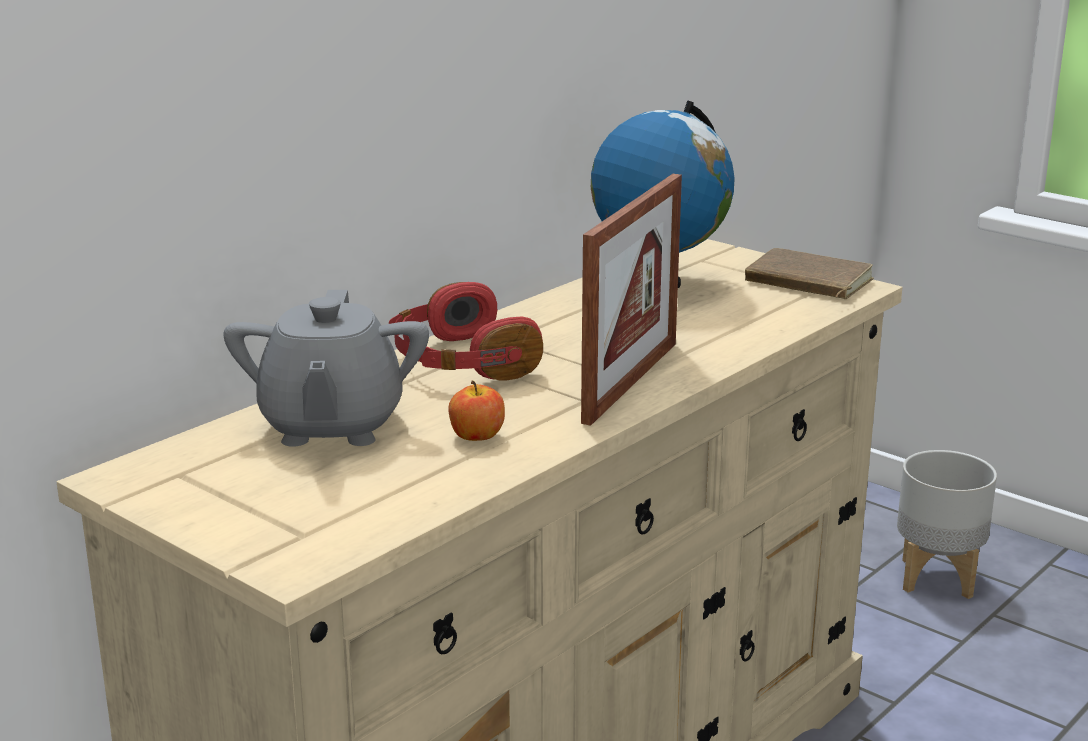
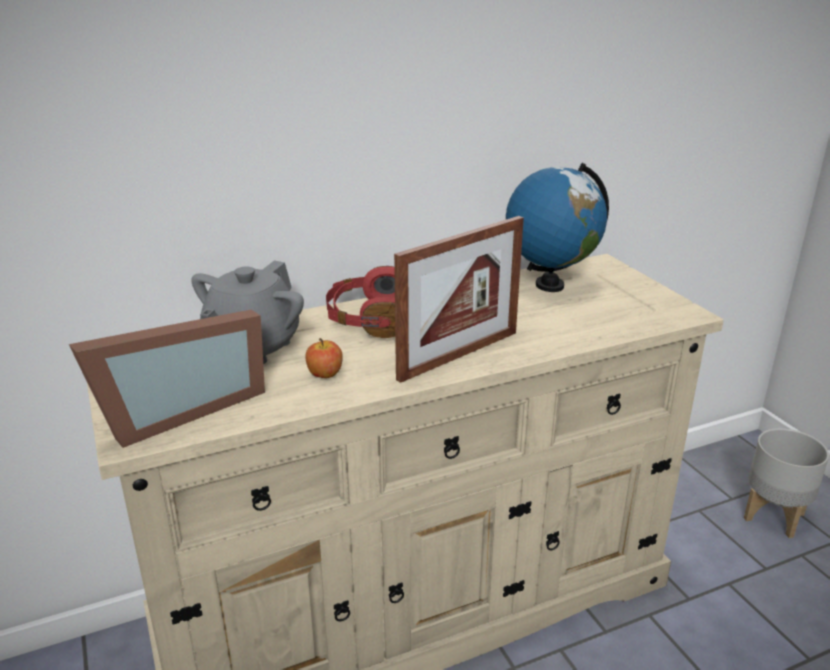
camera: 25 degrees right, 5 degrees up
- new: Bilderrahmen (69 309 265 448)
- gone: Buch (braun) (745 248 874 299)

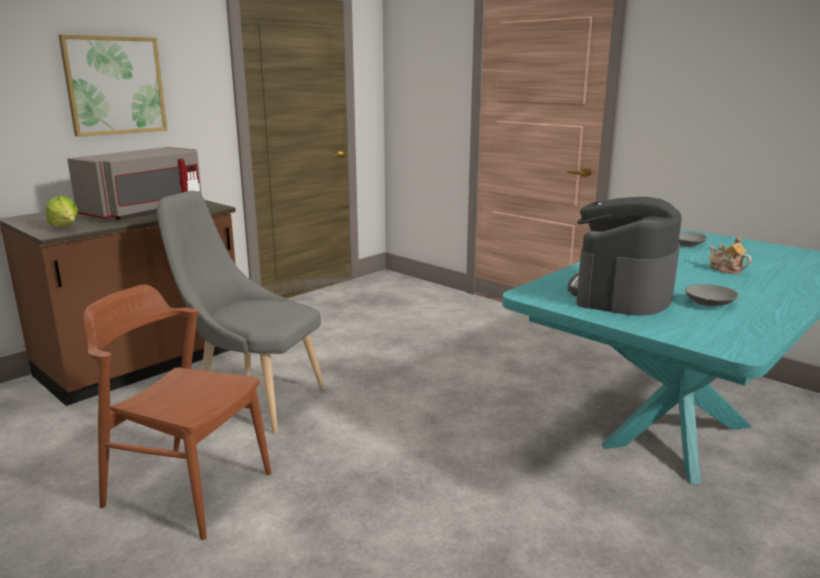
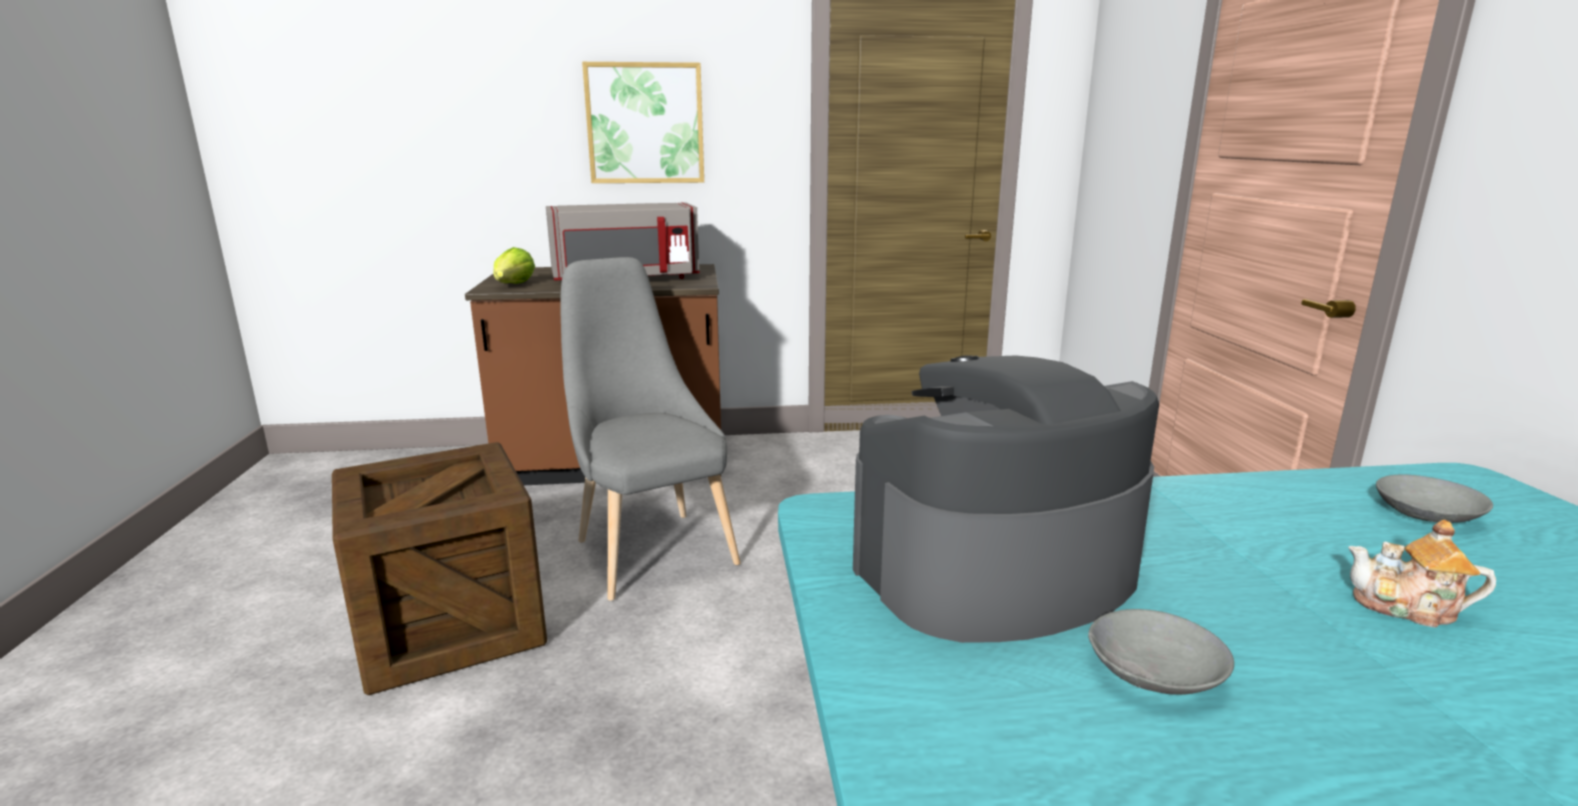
camera: 40 degrees right, 0 degrees up
- swapped: Stuhl (braun) (84 285 271 540) to Kiste (332 442 547 695)
- rotated: Teekanne (709 237 751 274) = (1348 520 1496 627) 75 degrees counterclockwise

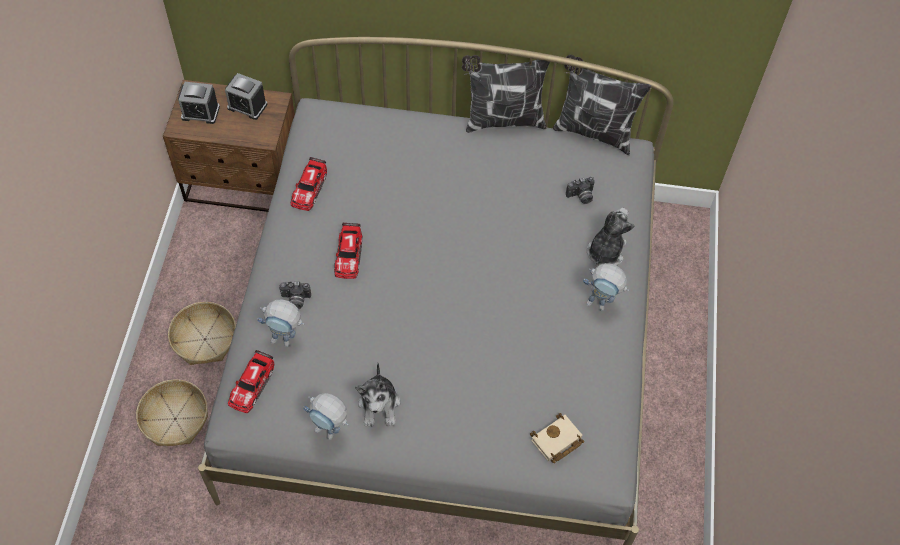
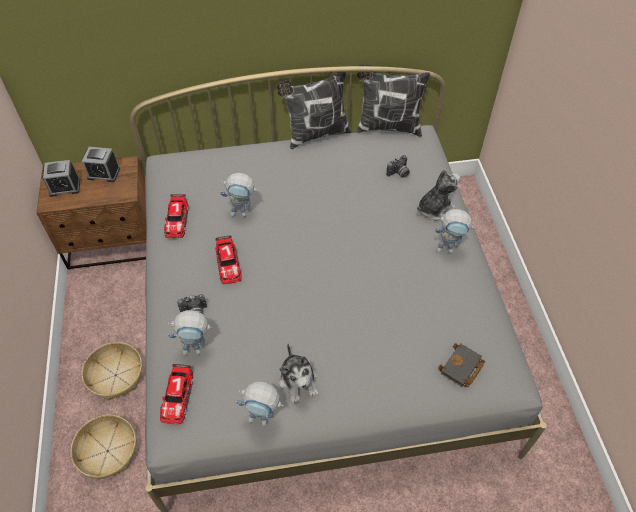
camera: 15 degrees left, 5 degrees down
- new: Spielzeugroboter (220 173 258 217)
- rotated: Plüschtier (587 208 635 267) = (417 169 460 221) 45 degrees clockwise
- repainted: Buch (beige) (530 413 584 463) to Buch (schwarz) (438 343 485 387)

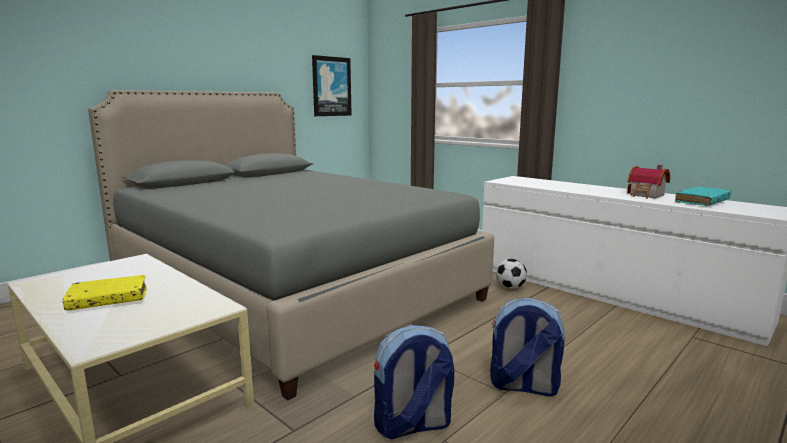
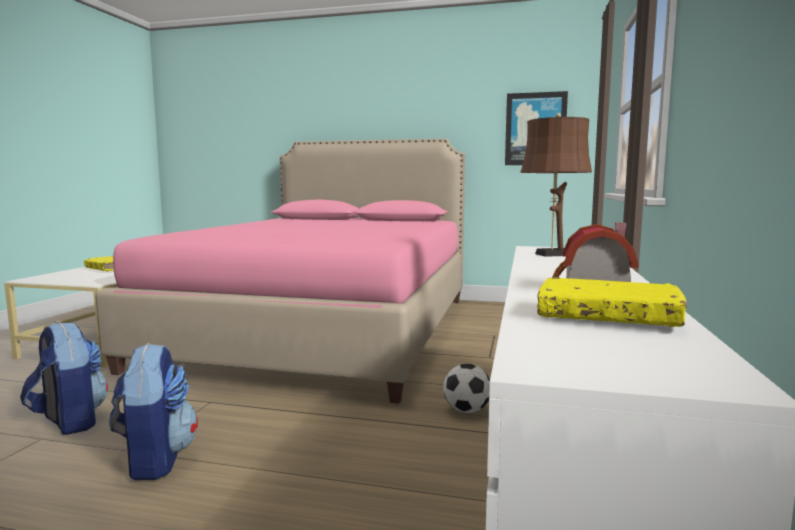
camera: 60 degrees right, 5 degrees down
- repainted: Bett (grau) (88 90 494 400) to Bett (rosa) (95 139 465 404)
- new: Tischlampe (braun) (520 113 592 257)
- repainted: Buch (türkis) (675 186 731 206) to Buch (gelb) (537 277 687 327)

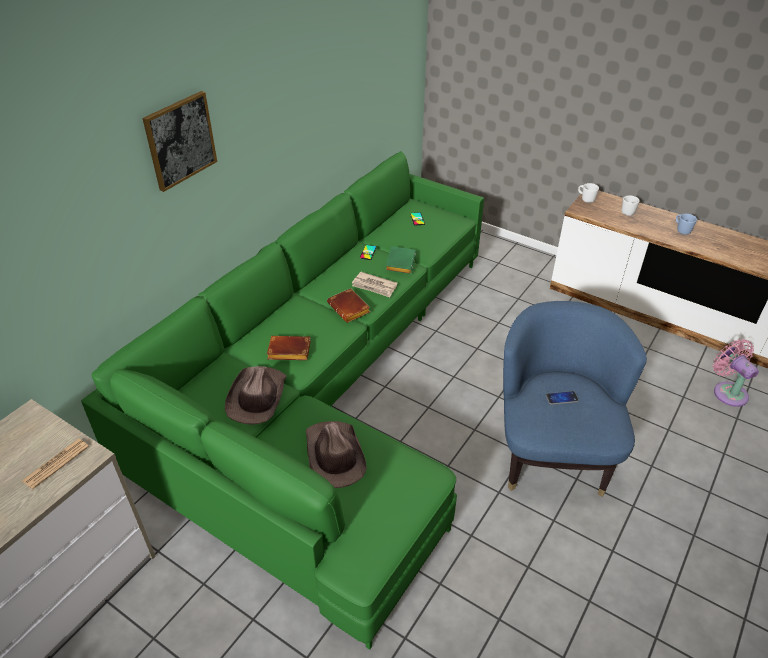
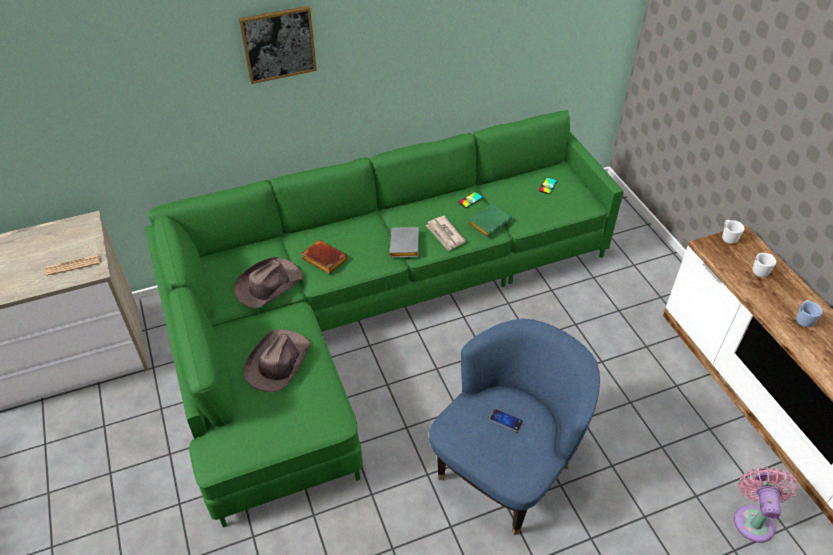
camera: 35 degrees right, 5 degrees up
- repainted: Buch (braun) (327 288 370 323) to Buch (grau) (389 227 419 257)

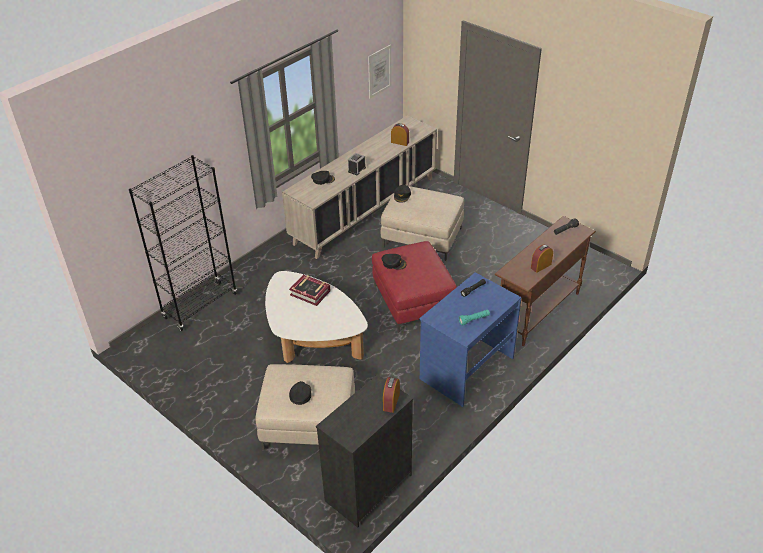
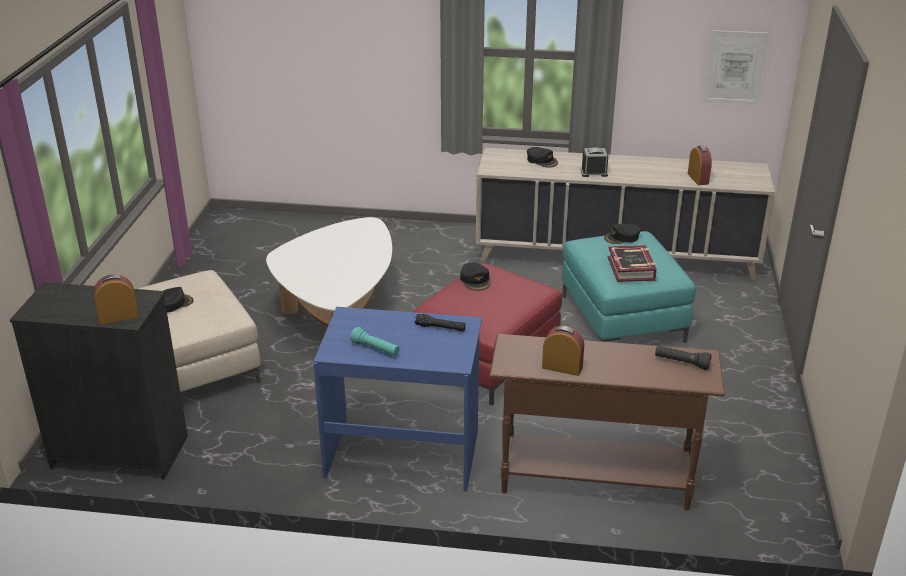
camera: 55 degrees right, 10 degrees down
- repainted: Polsterhocker (beige) (381 185 464 261) to Polsterhocker (türkis) (562 231 696 343)
- shifted: Buch (289 274 331 306) to (608 245 657 282)
- gone: Bücherregal (schwarz) (129 155 237 331)

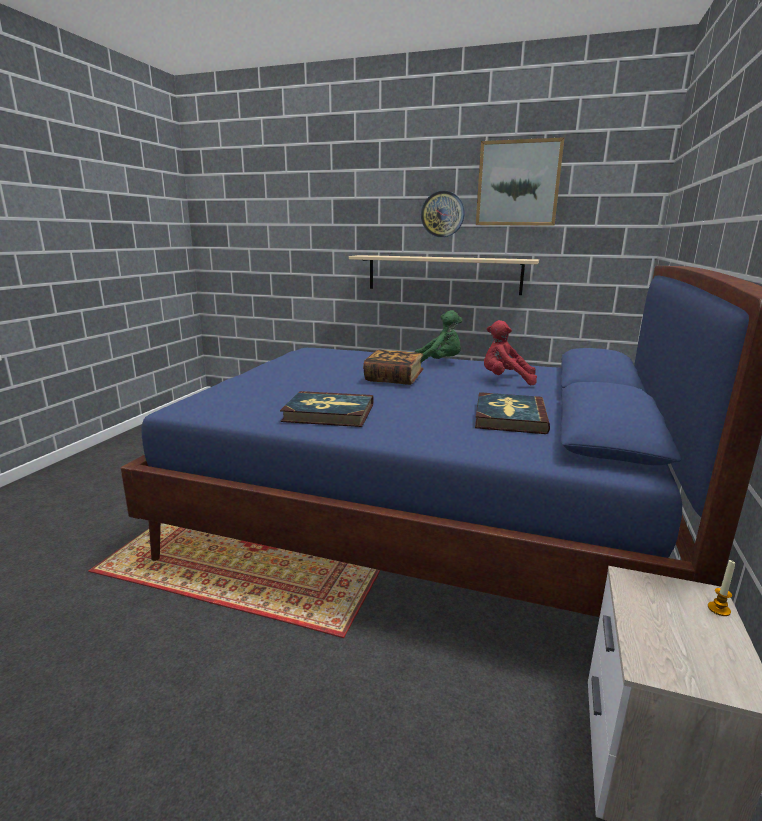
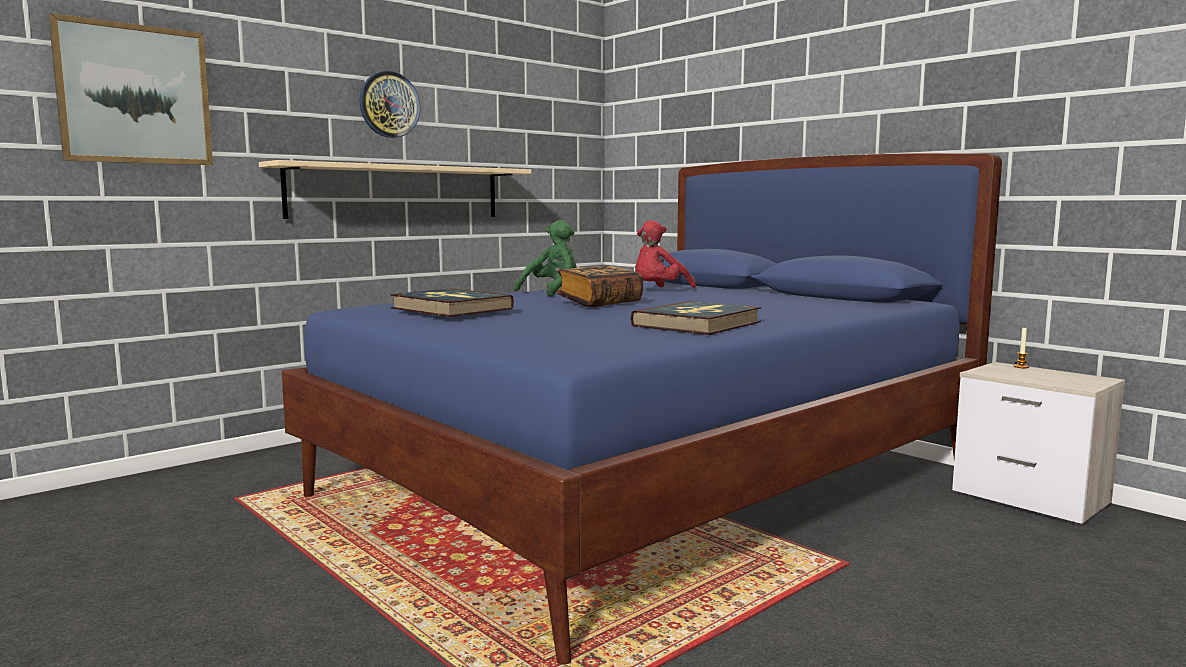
camera: 60 degrees left, 10 degrees down
- shifted: Bild (476 137 564 226) to (48 13 213 165)
- shifted: Buch (475 392 550 434) to (390 288 514 317)

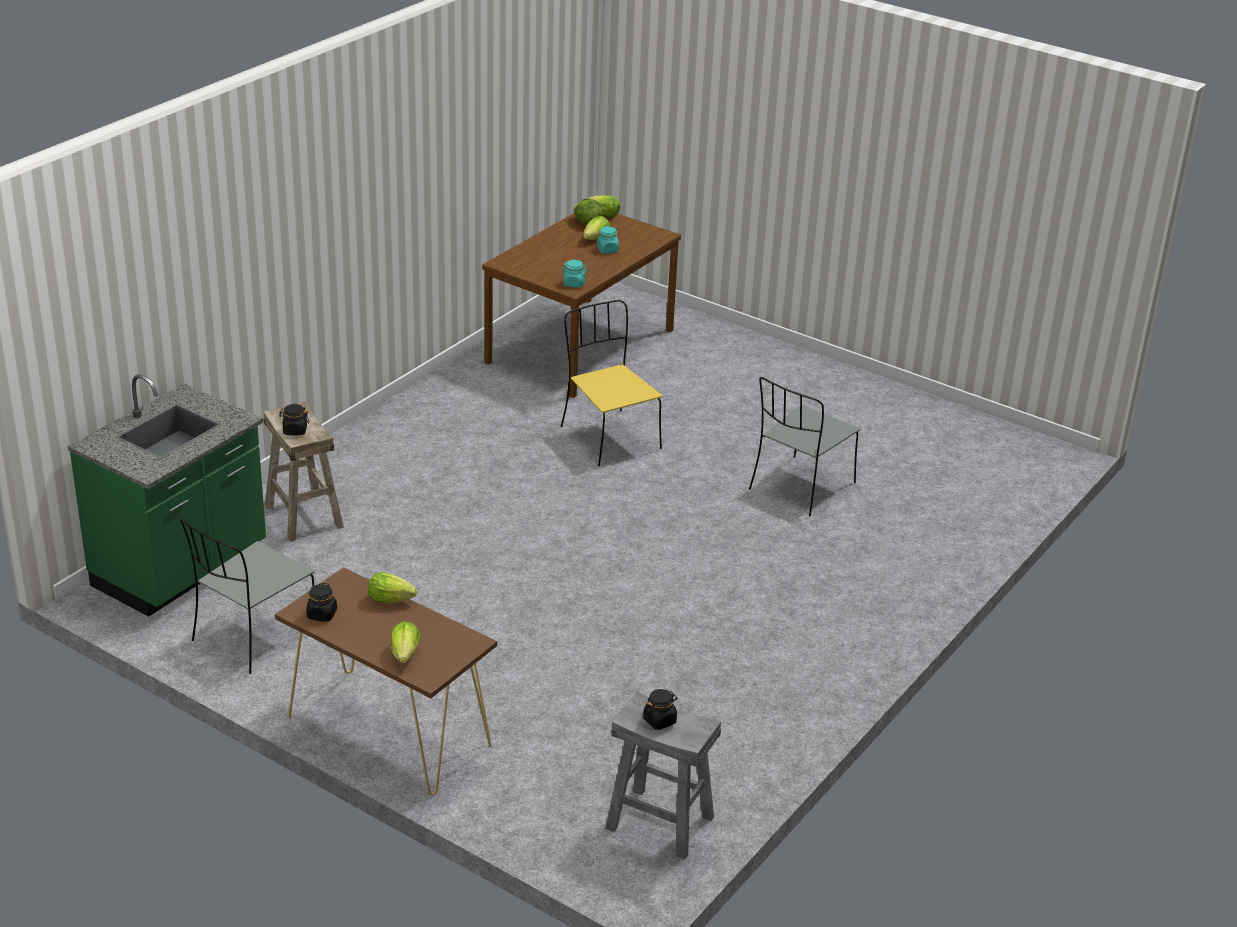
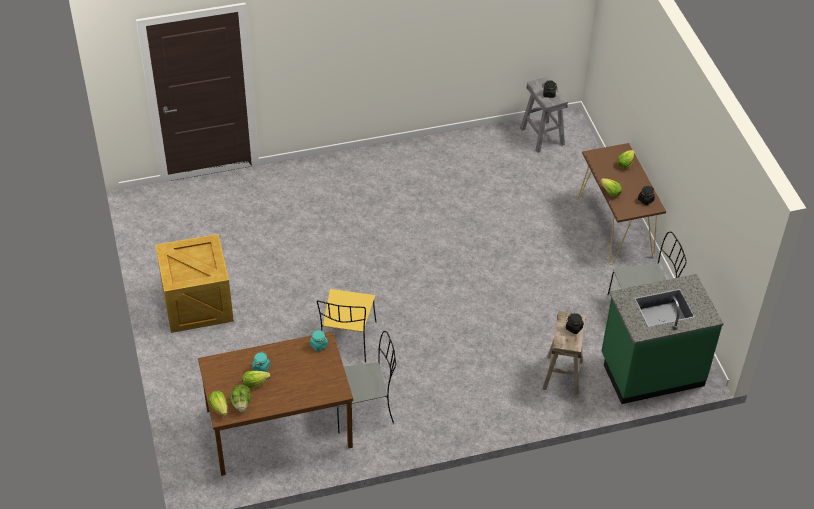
camera: 140 degrees left, 15 degrees up
- new: Kiste (156 234 234 333)
- shifted: Stuhl (grau) (749 377 860 516) to (337 331 396 433)

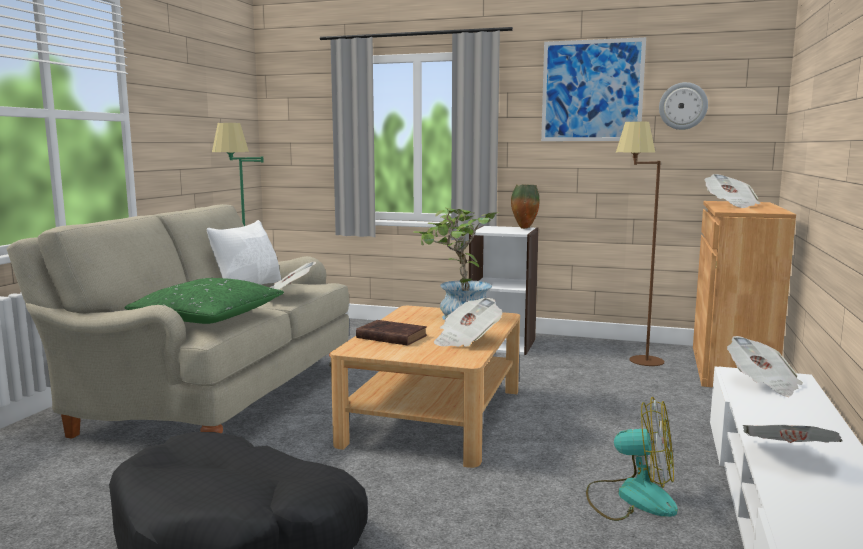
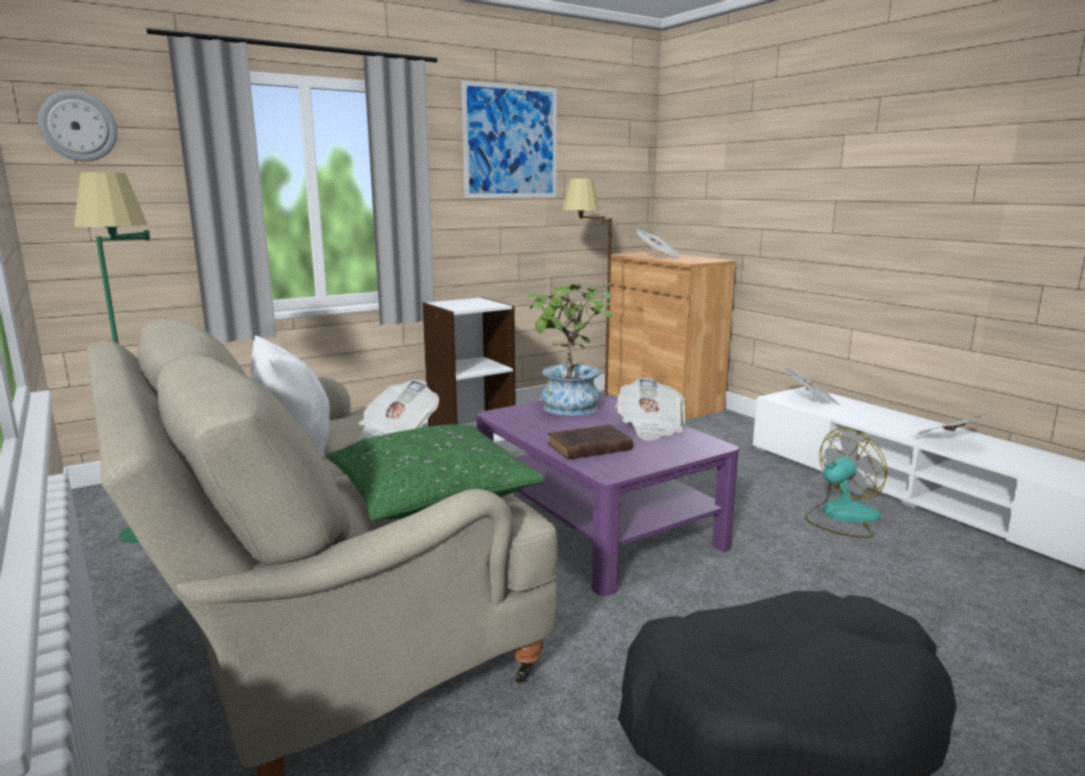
camera: 50 degrees left, 5 degrees up
- shifted: Wanduhr (659 82 708 130) to (38 91 117 161)
- repainted: Couchtisch (beige) (330 306 520 468) to Couchtisch (lila) (476 393 739 596)
- gone: Vase (511 184 539 229)

